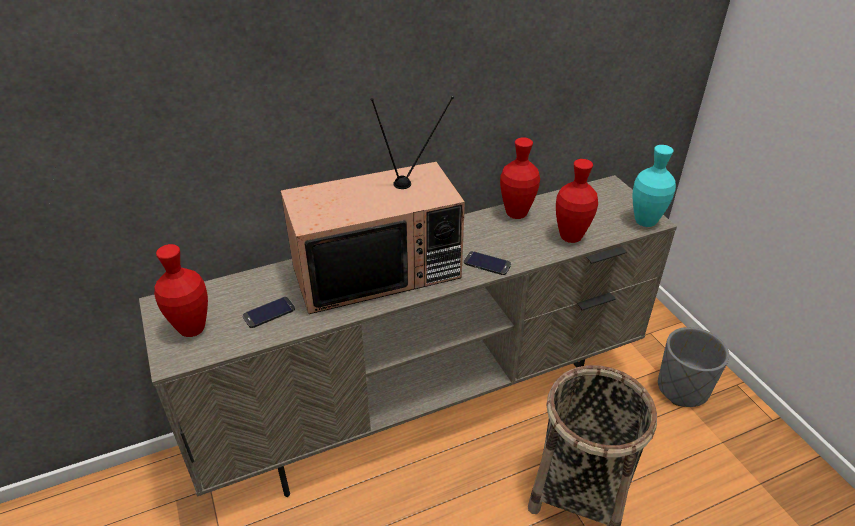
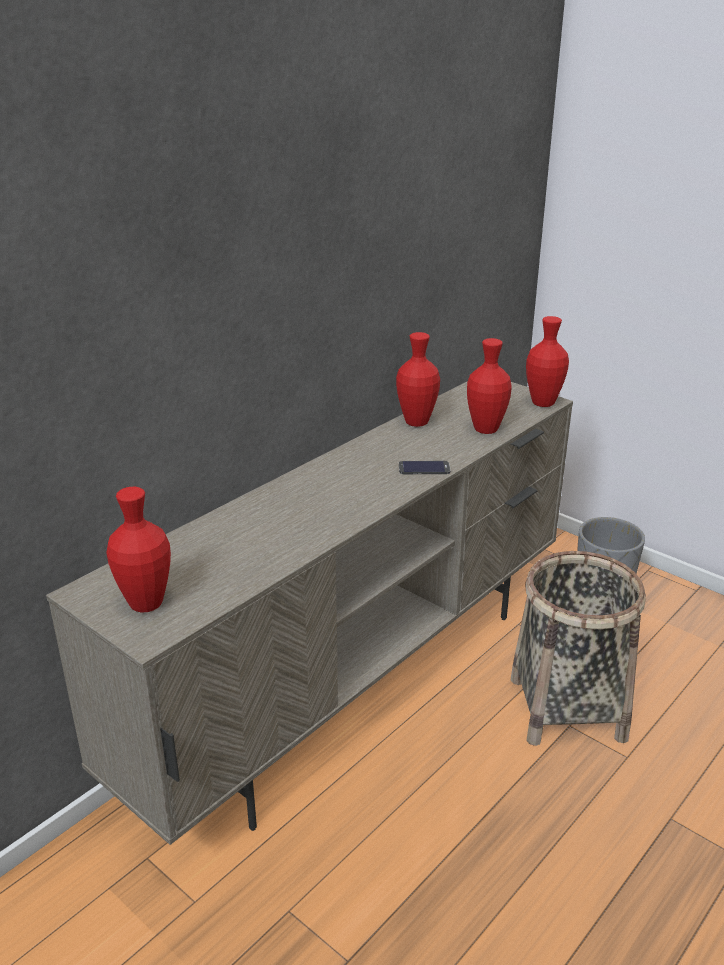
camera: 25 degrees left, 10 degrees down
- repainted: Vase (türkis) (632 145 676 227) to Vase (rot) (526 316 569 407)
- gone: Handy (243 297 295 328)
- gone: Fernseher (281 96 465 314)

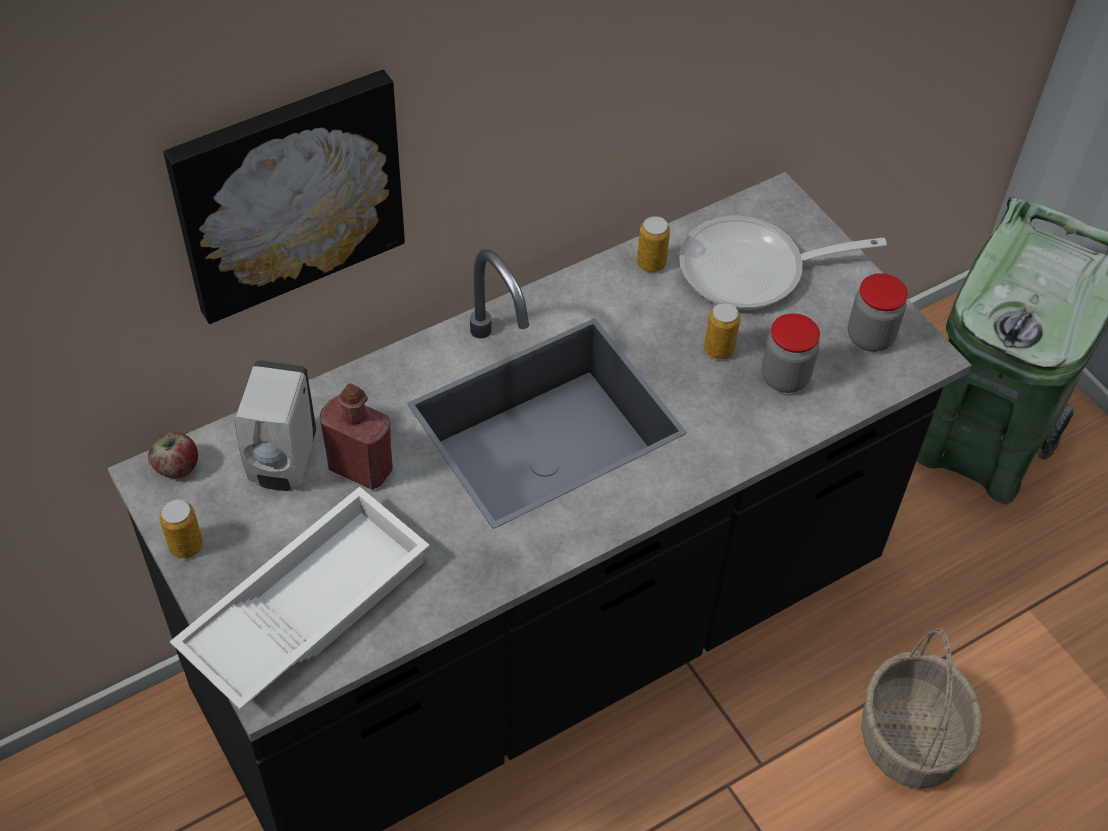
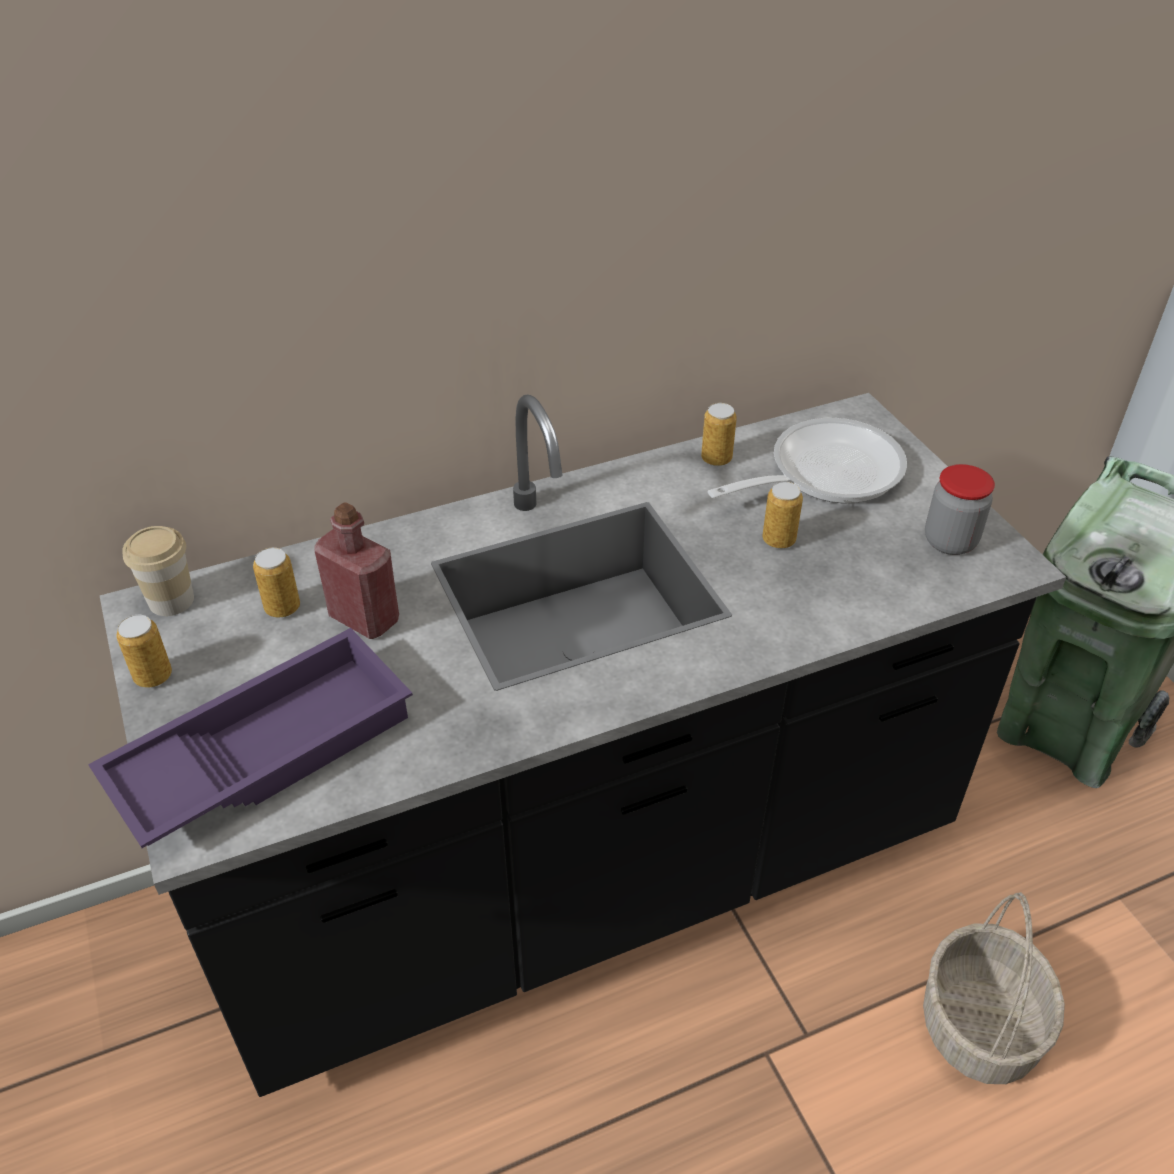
camera: 10 degrees right, 10 degrees down
- repainted: Tablett (weiß) (170 487 430 710) to Tablett (lila) (88 628 413 848)
- swapped: Apfel (148 432 198 478) to Tasse (122 526 194 616)
- swapped: Seifenspender (weiß) (235 360 316 491) to Dose (253 548 300 617)
- rotated: Pfanne (679 216 887 310) = (708 418 907 503) 150 degrees clockwise
- gone: Bild (164 70 405 324)
- gone: Vorratsglas (762 313 820 393)

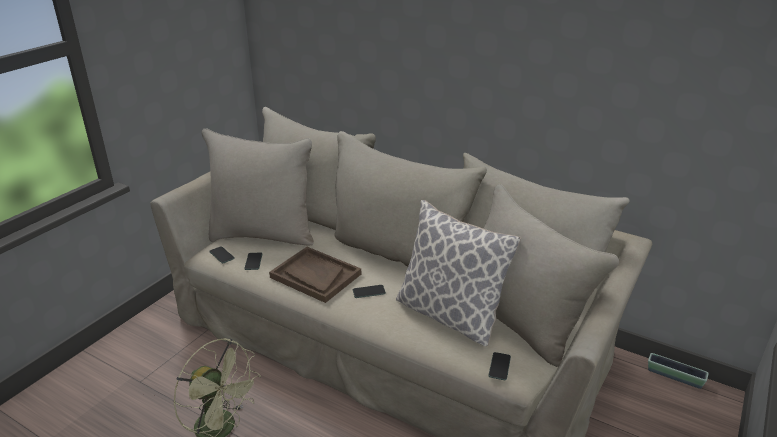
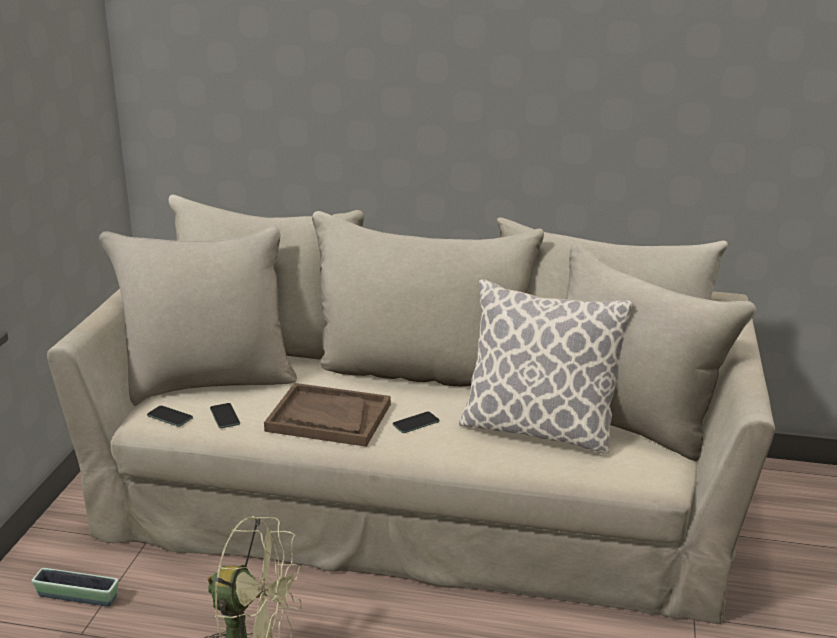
camera: 20 degrees left, 5 degrees down
- shifted: Pflanzkübel (648 353 709 389) to (32 568 119 607)
- gone: Handy (488 352 511 380)

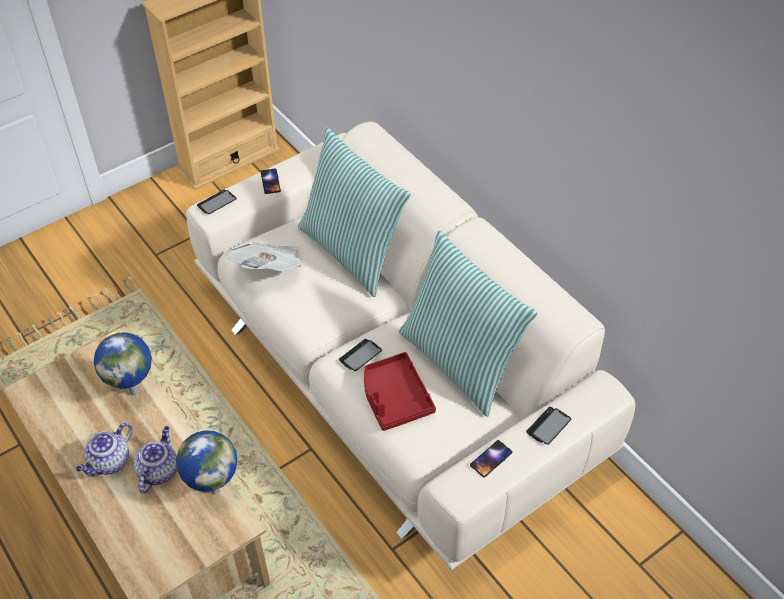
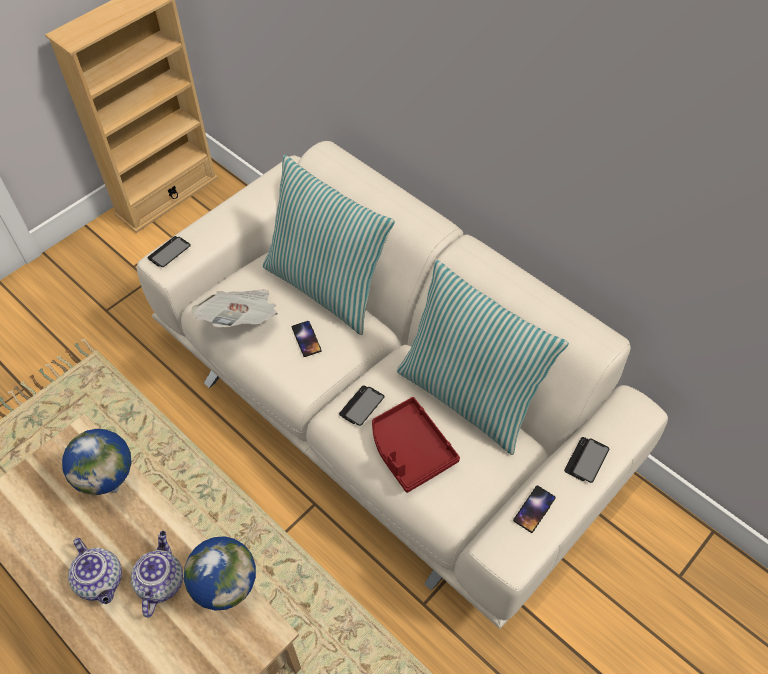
camera: 10 degrees left, 5 degrees up
- rotated: Teekanne (76 423 133 476) = (68 538 122 604) 60 degrees counterclockwise
- shifted: Handy (261 169 281 194) to (292 321 322 357)

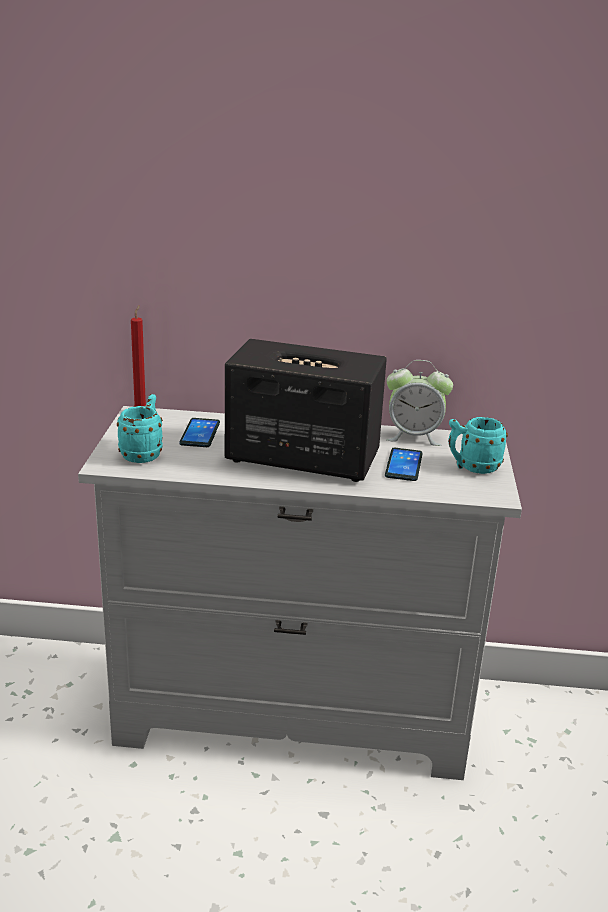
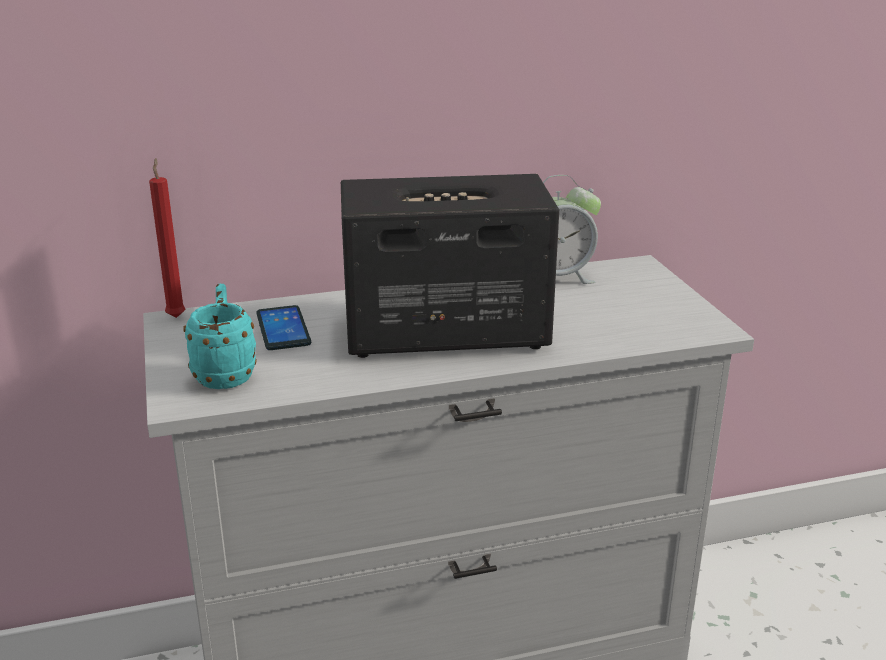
camera: 20 degrees left, 0 degrees up
- gone: Handy (385 448 423 481)
- gone: Henkelbecher (türkis) (448 417 508 474)

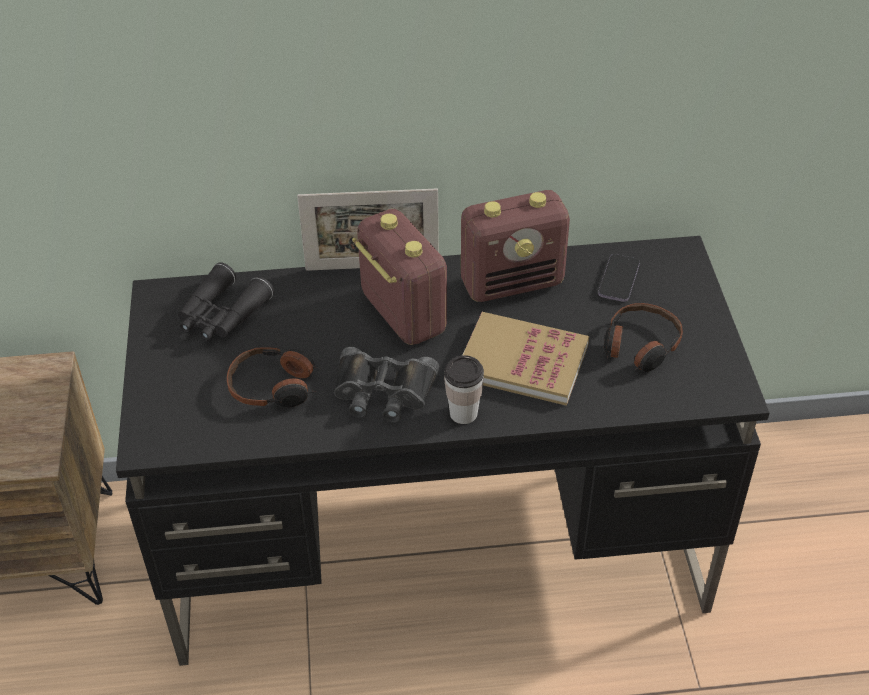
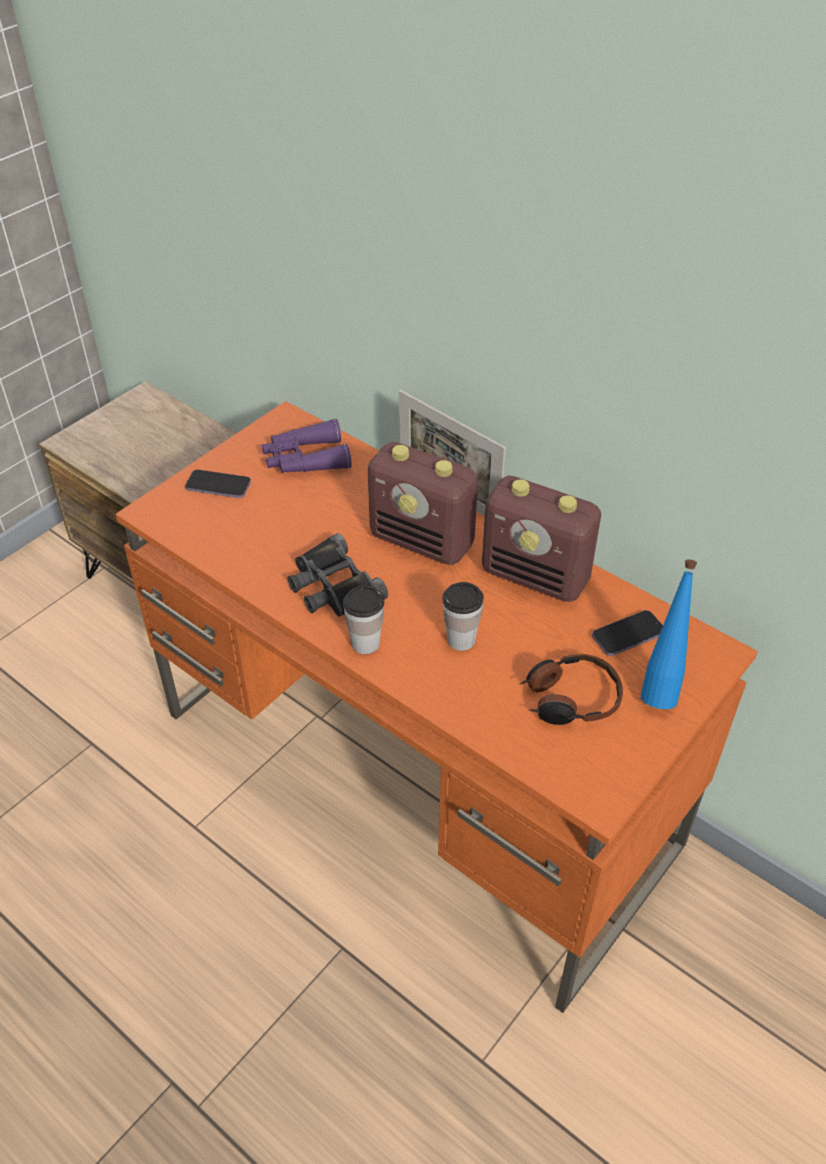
camera: 45 degrees right, 0 degrees up
- repainted: Schreibtisch (schwarz) (116 236 770 666) to Schreibtisch (orange) (115 401 758 1013)
- new: Handy (185 470 251 498)
- repainted: Fernglas (schwarz) (178 262 274 341) to Fernglas (lila) (262 419 352 473)
- rotated: Radio (352 209 447 345) = (367 442 478 565) 105 degrees clockwise
- swapped: Buch (463 312 589 406) to Tasse (442 582 484 651)
- new: Flasche (blau) (641 559 697 709)
- gone: Kopfhörer (227 347 322 408)

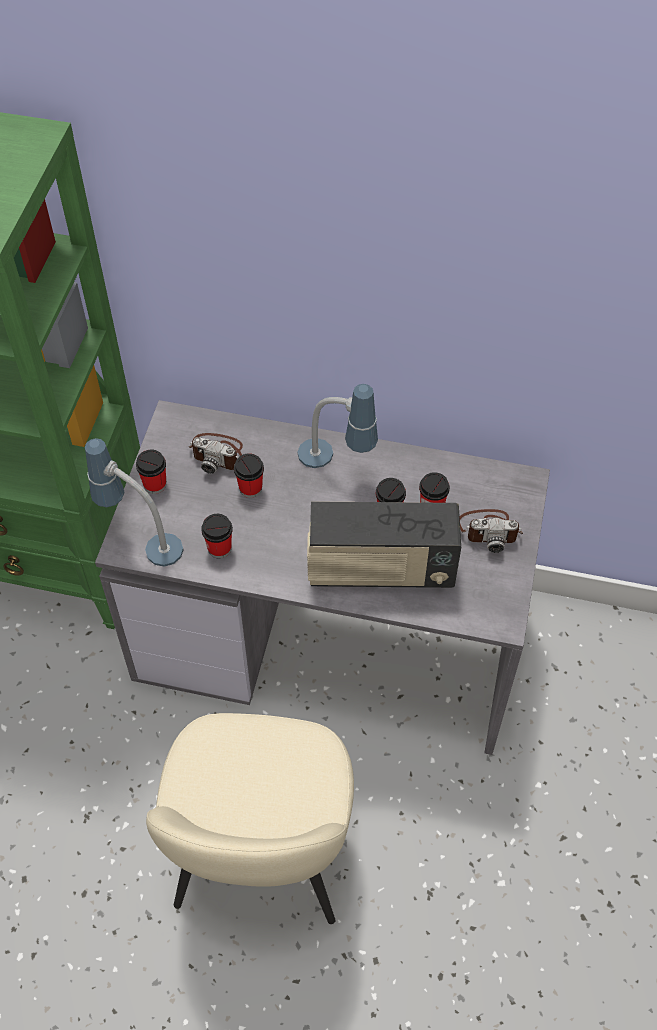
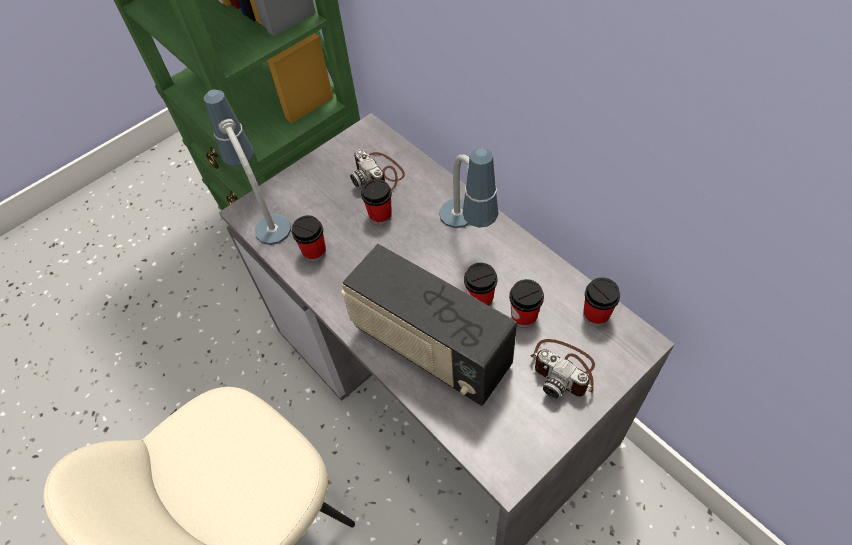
camera: 40 degrees right, 0 degrees up
- shifted: Tasse (136 449 166 494) to (583 277 620 326)

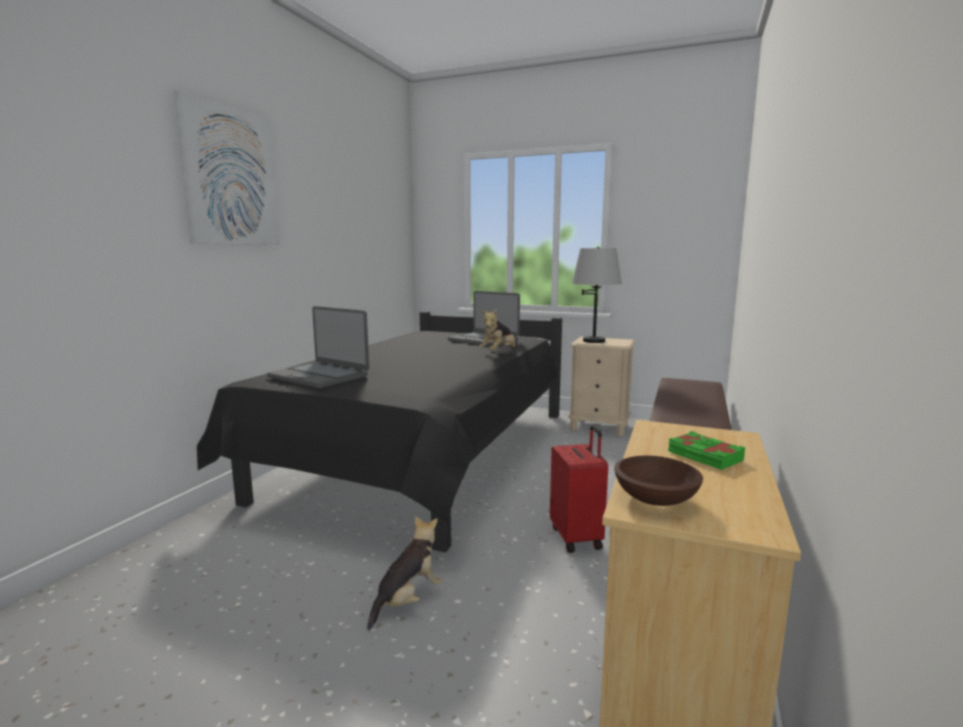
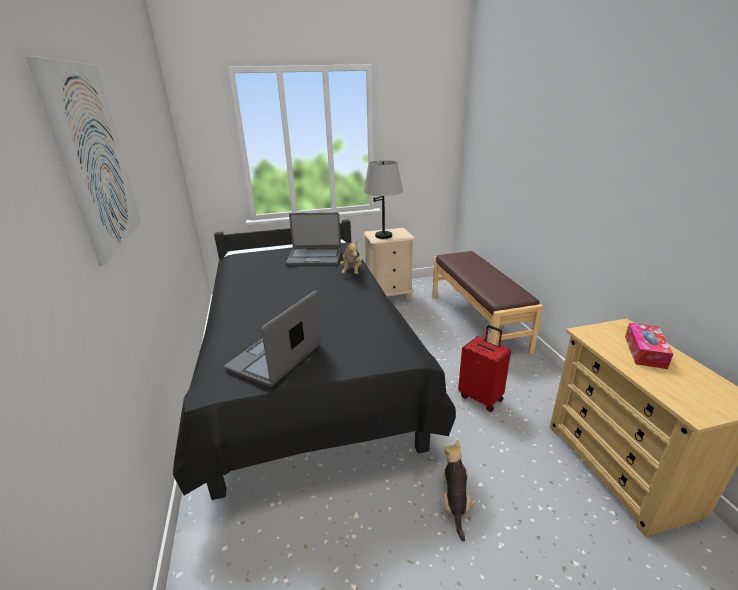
camera: 35 degrees left, 15 degrees up
- rotated: Laptop (267 306 369 388) = (224 290 322 387) 120 degrees clockwise
- swapped: Buch (grün) (668 431 746 470) to Taschentuchbox (625 323 673 369)
- gone: Schüssel (braun) (614 456 703 506)

